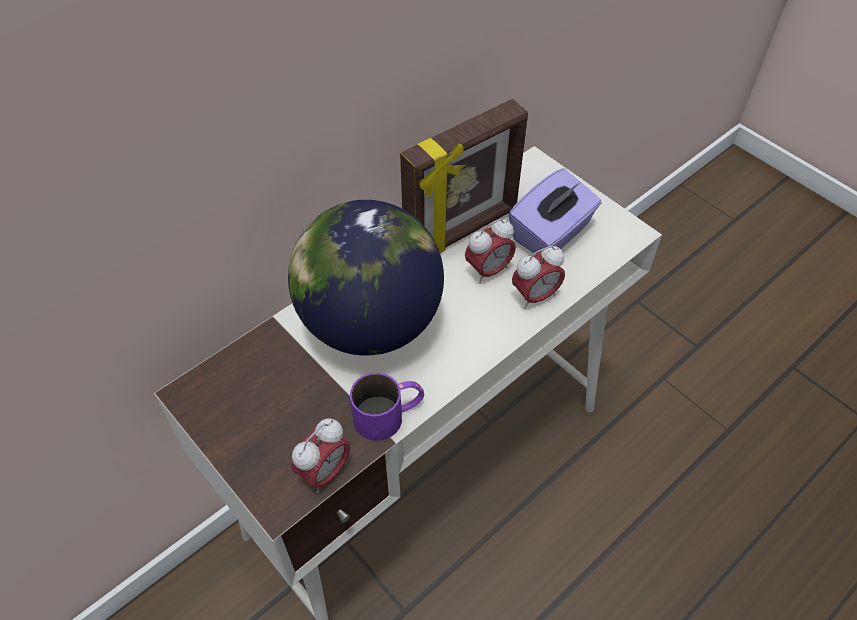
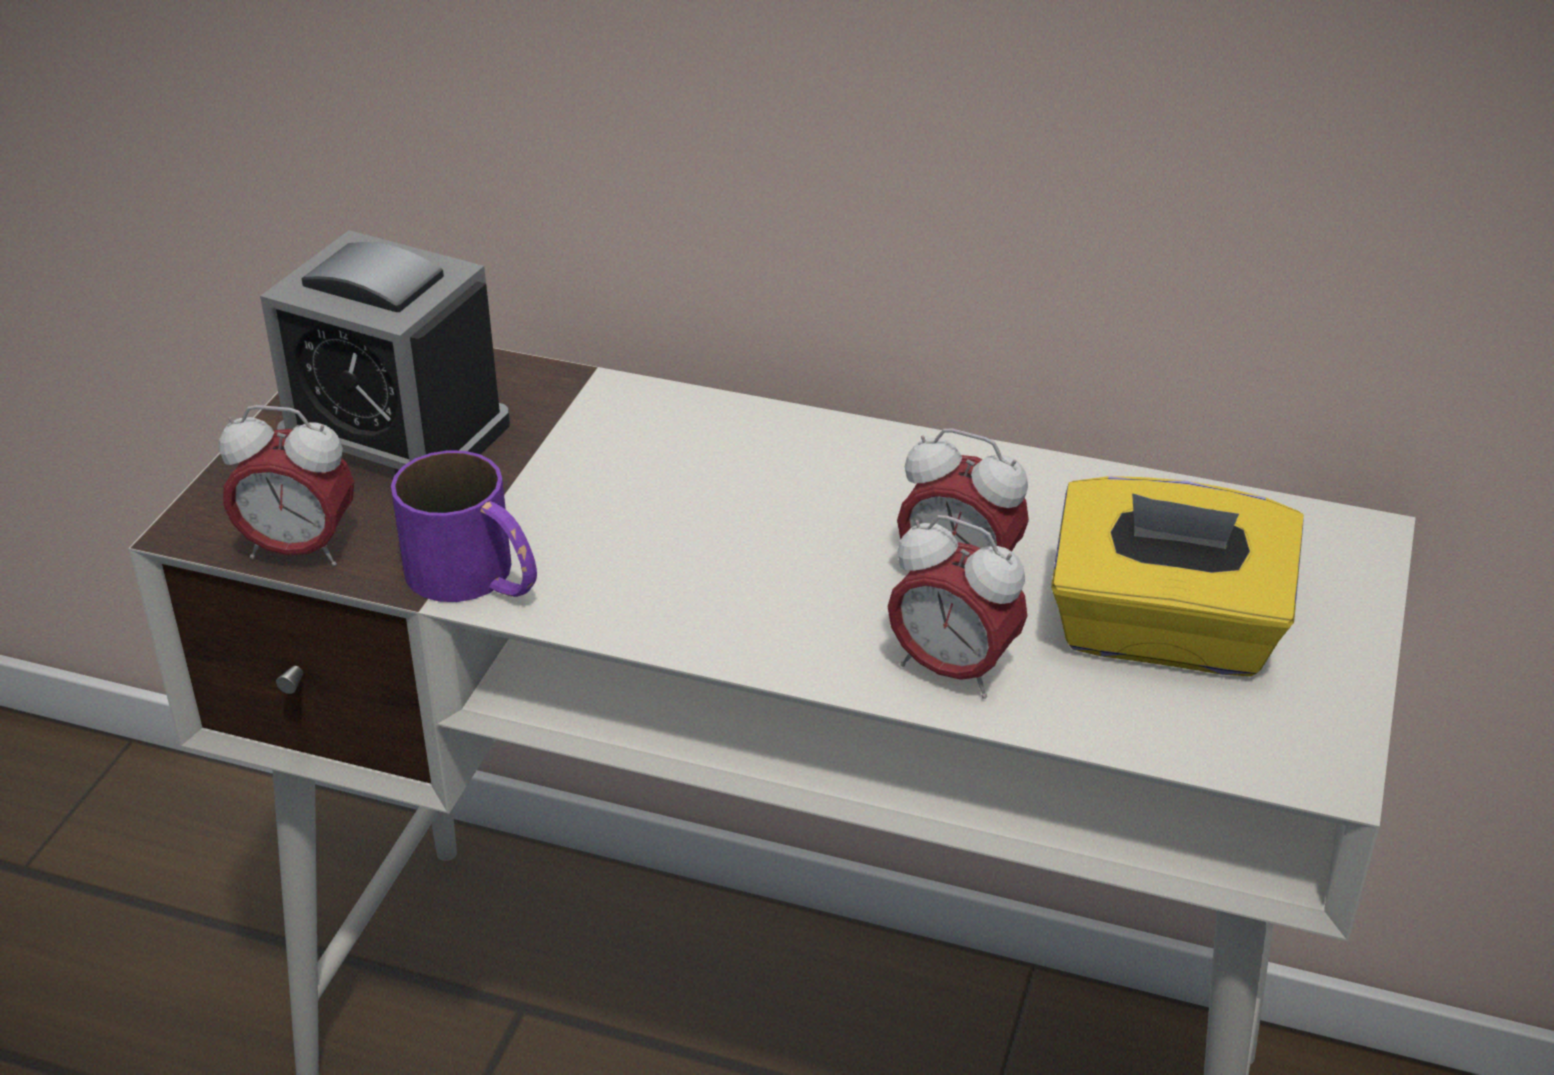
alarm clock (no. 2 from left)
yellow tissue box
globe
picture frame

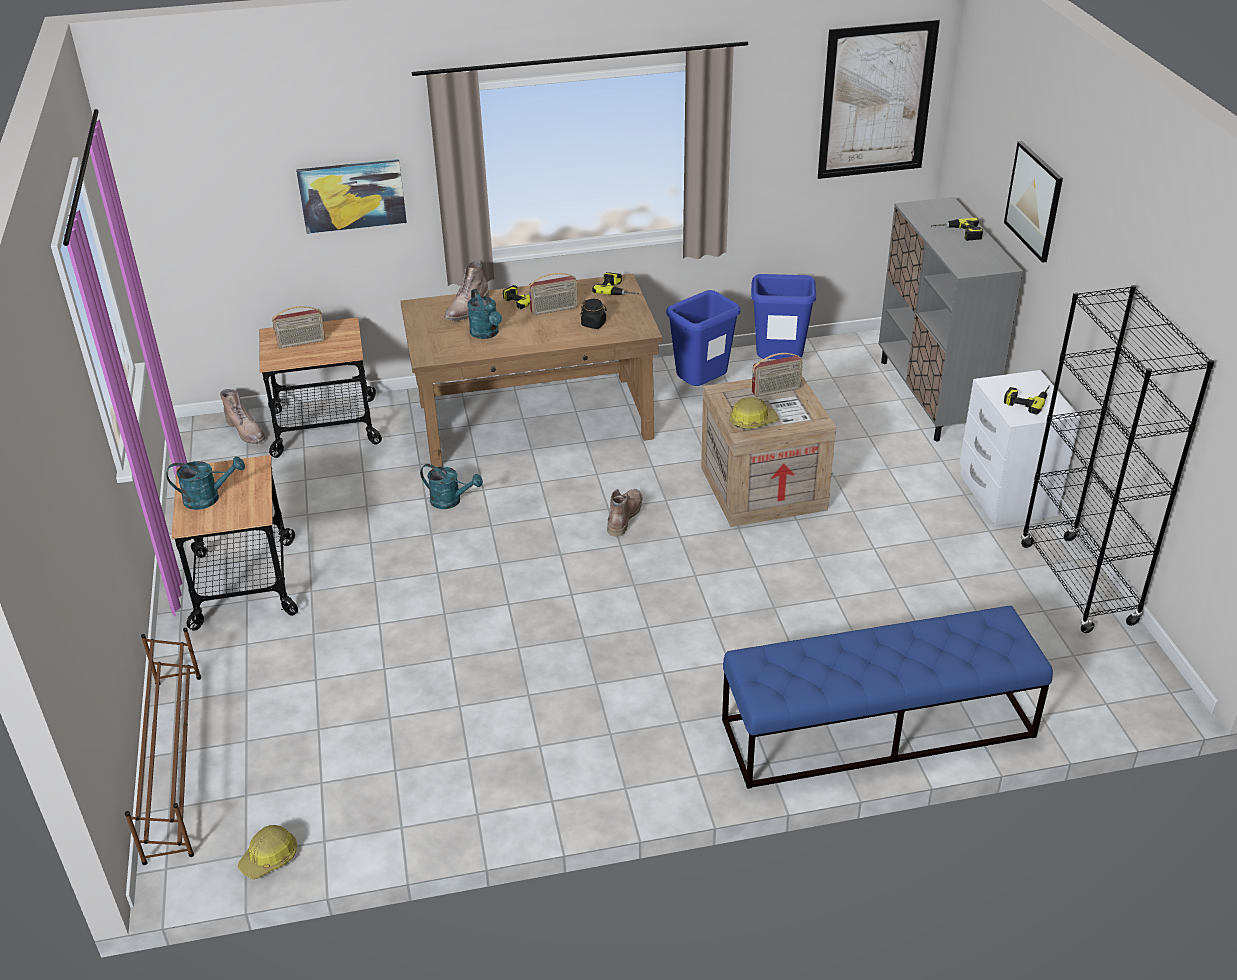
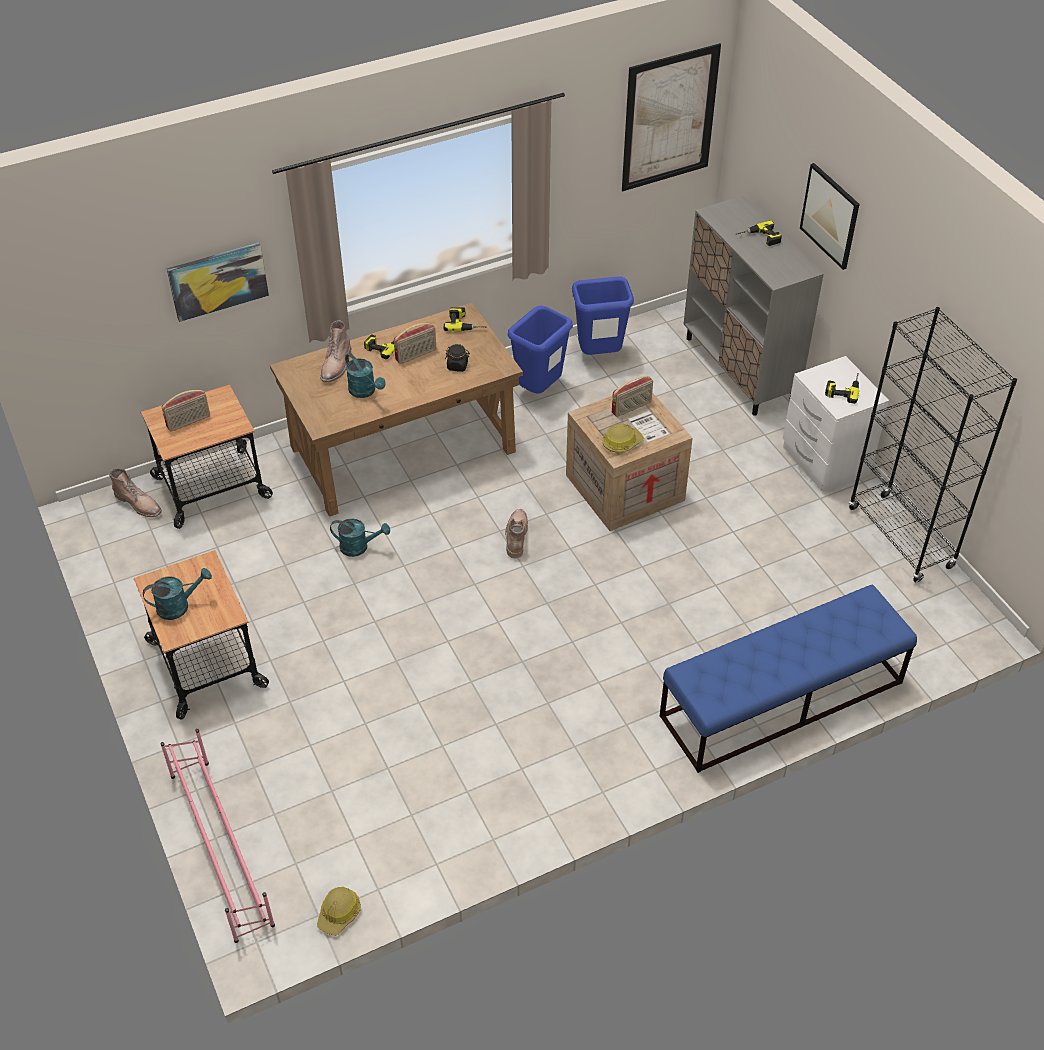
pink shoe rack

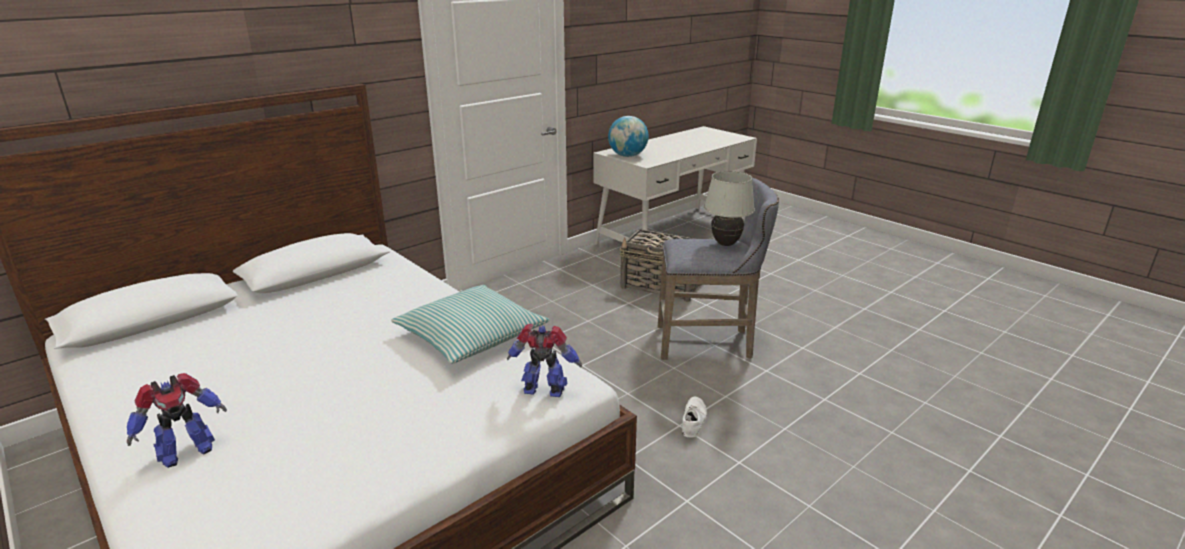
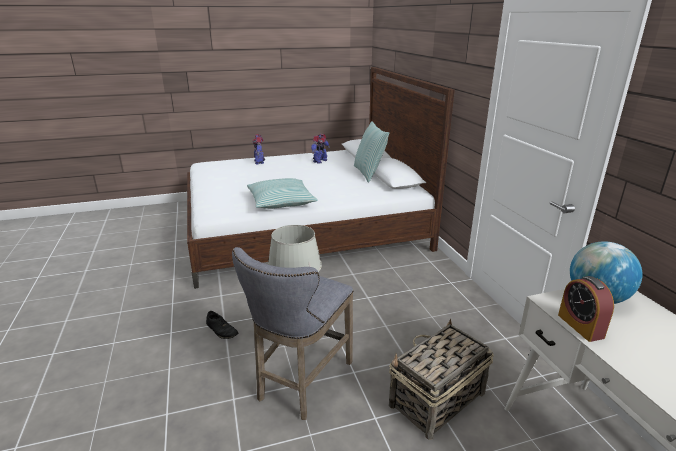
black shoe
toy robot (no. 2 from left)
pillow (no. 2 from left)
alarm clock

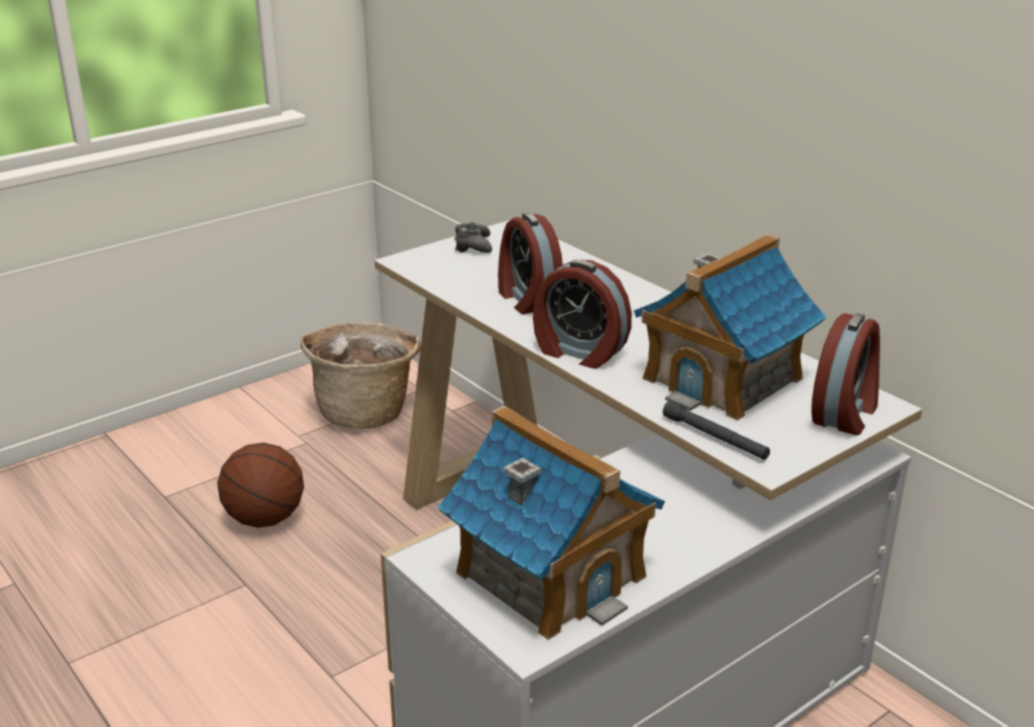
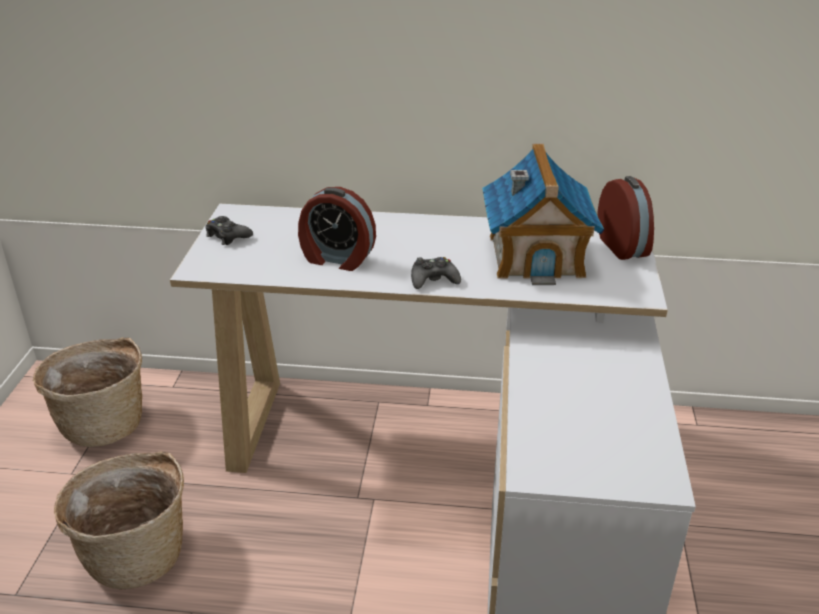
basket (no. 2 from left)
black game controller (no. 2 from left)
toy house (no. 1 from left in the first image)
black flashlight

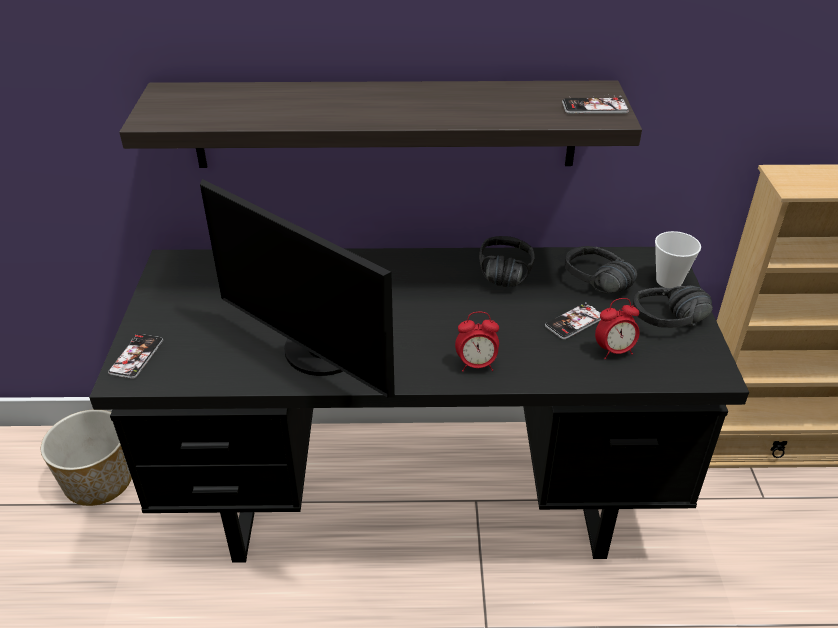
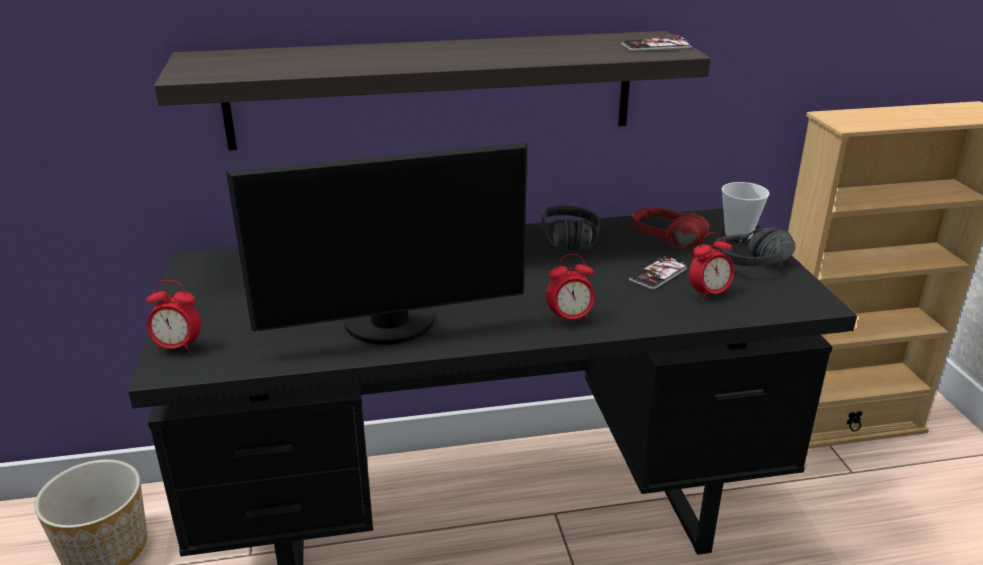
alarm clock (no. 1 from left)
monitor
red headphones

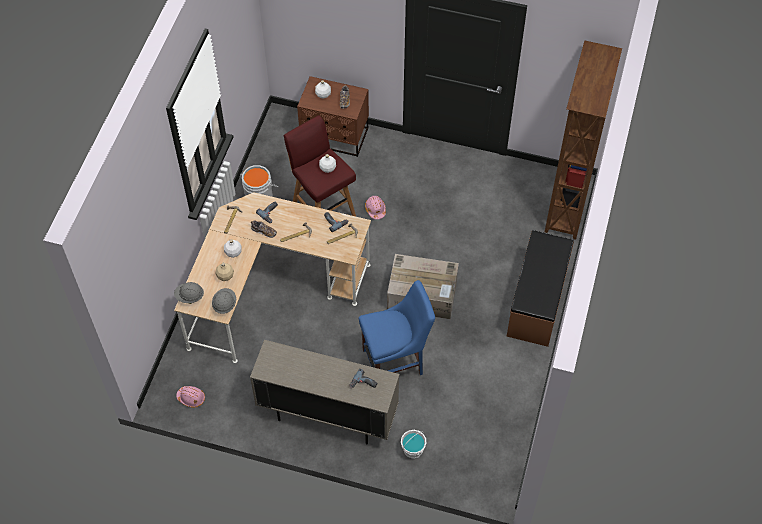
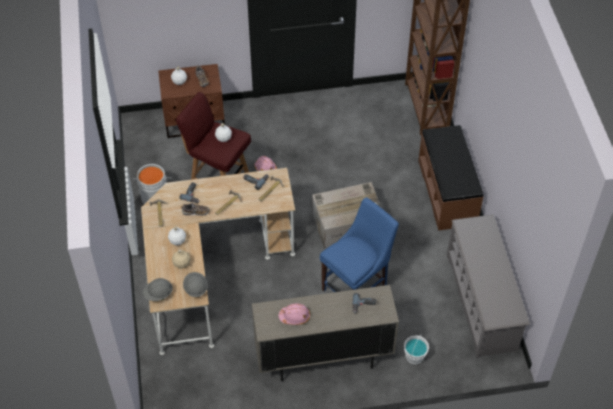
pink hard hat (no. 2 from left)
grey shoe rack

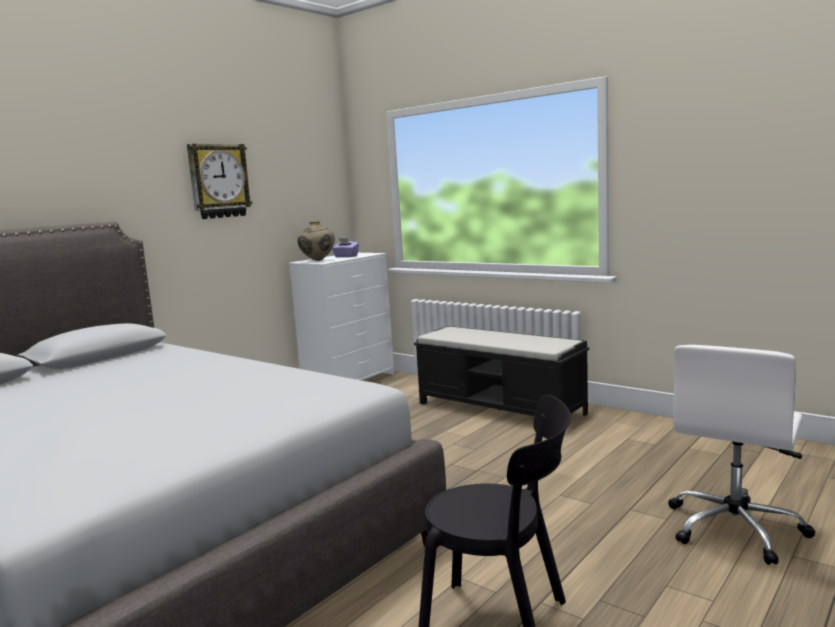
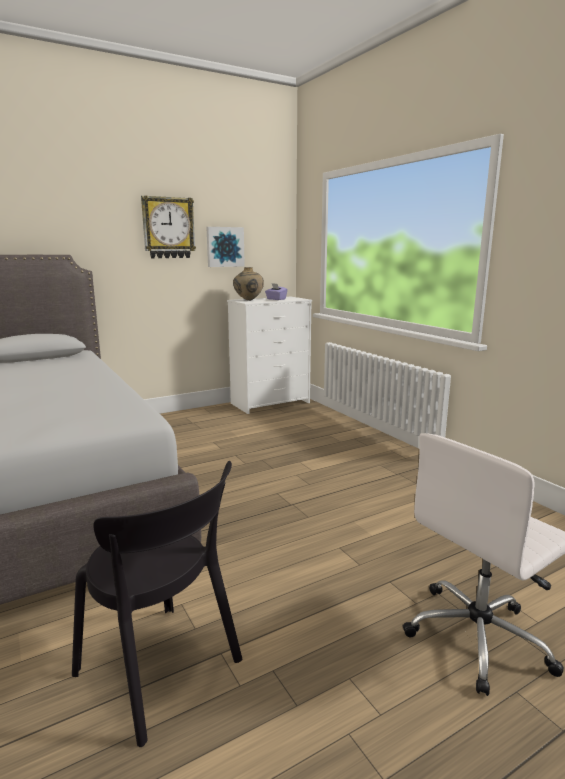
picture
black bench

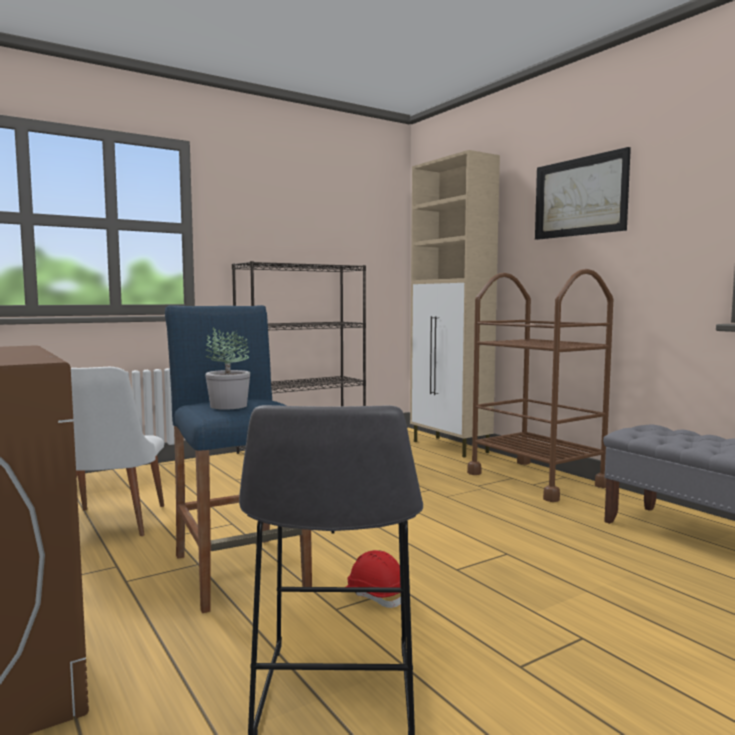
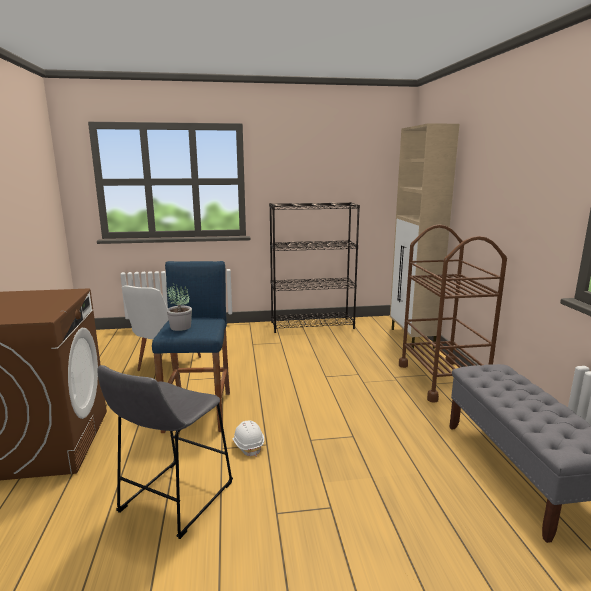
white hard hat
picture

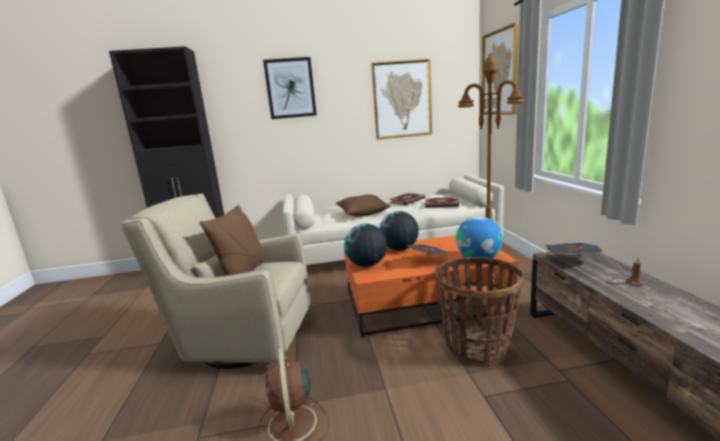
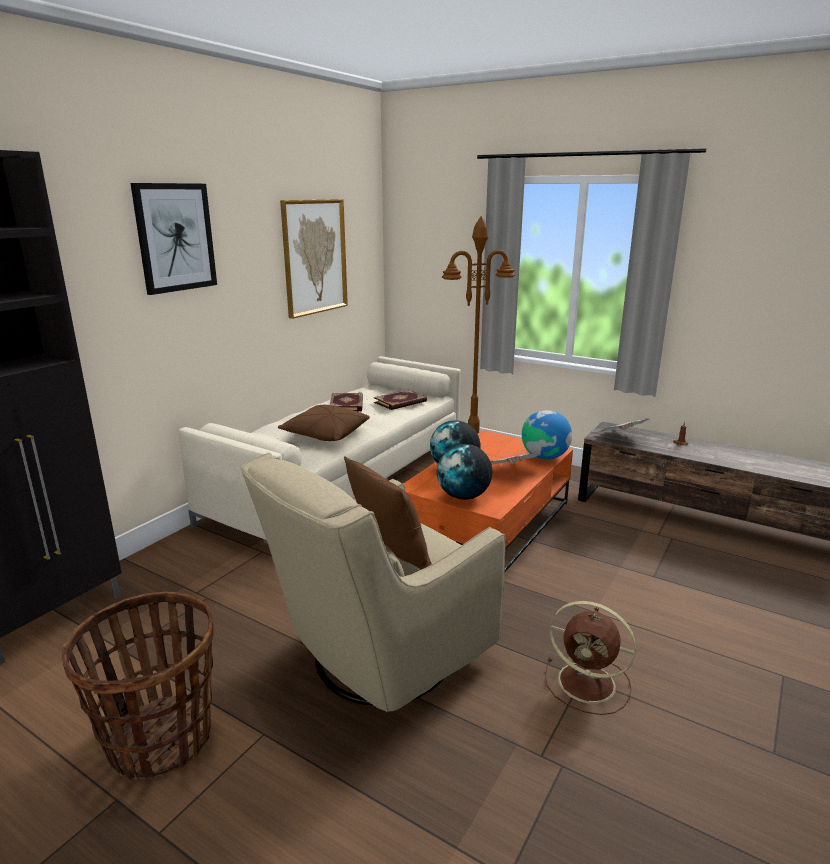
basket
picture (no. 3 from left in the first image)

